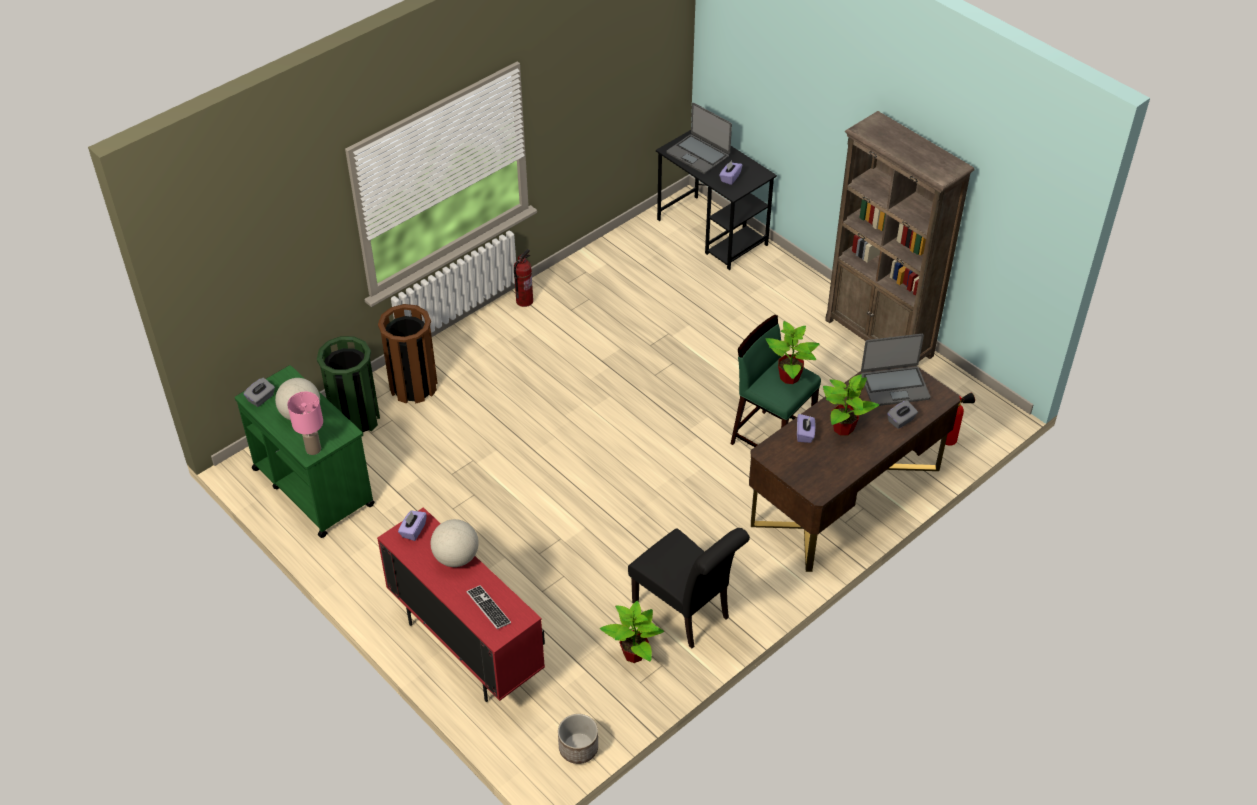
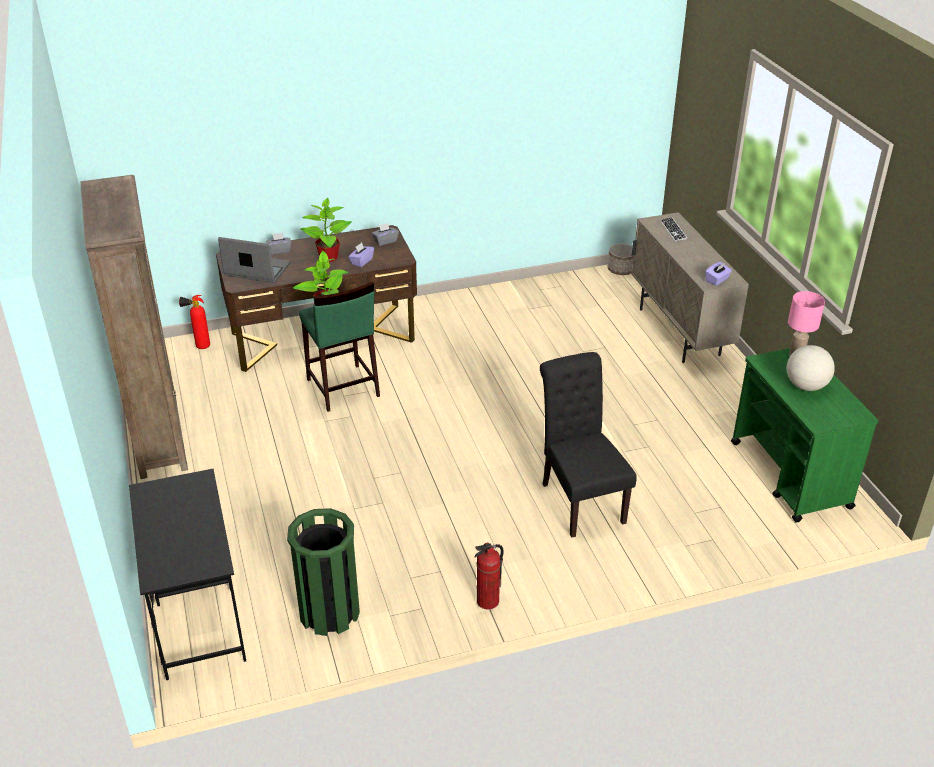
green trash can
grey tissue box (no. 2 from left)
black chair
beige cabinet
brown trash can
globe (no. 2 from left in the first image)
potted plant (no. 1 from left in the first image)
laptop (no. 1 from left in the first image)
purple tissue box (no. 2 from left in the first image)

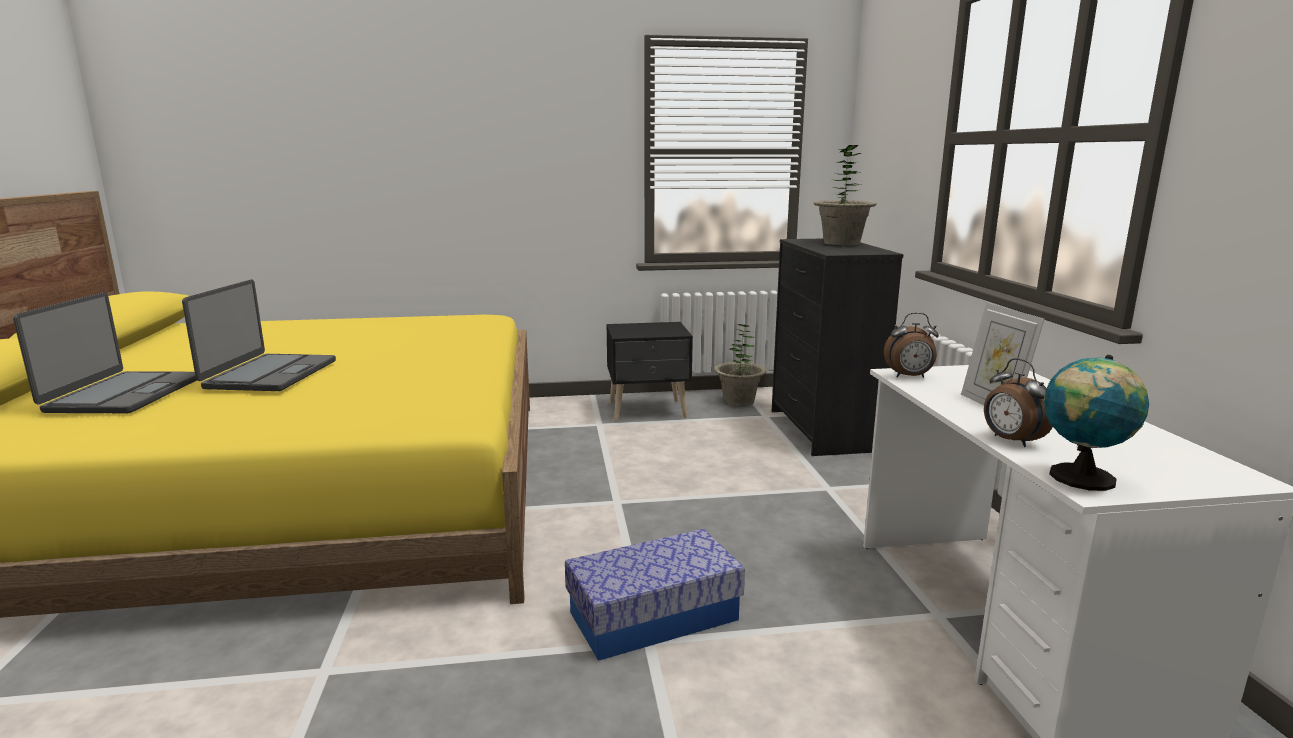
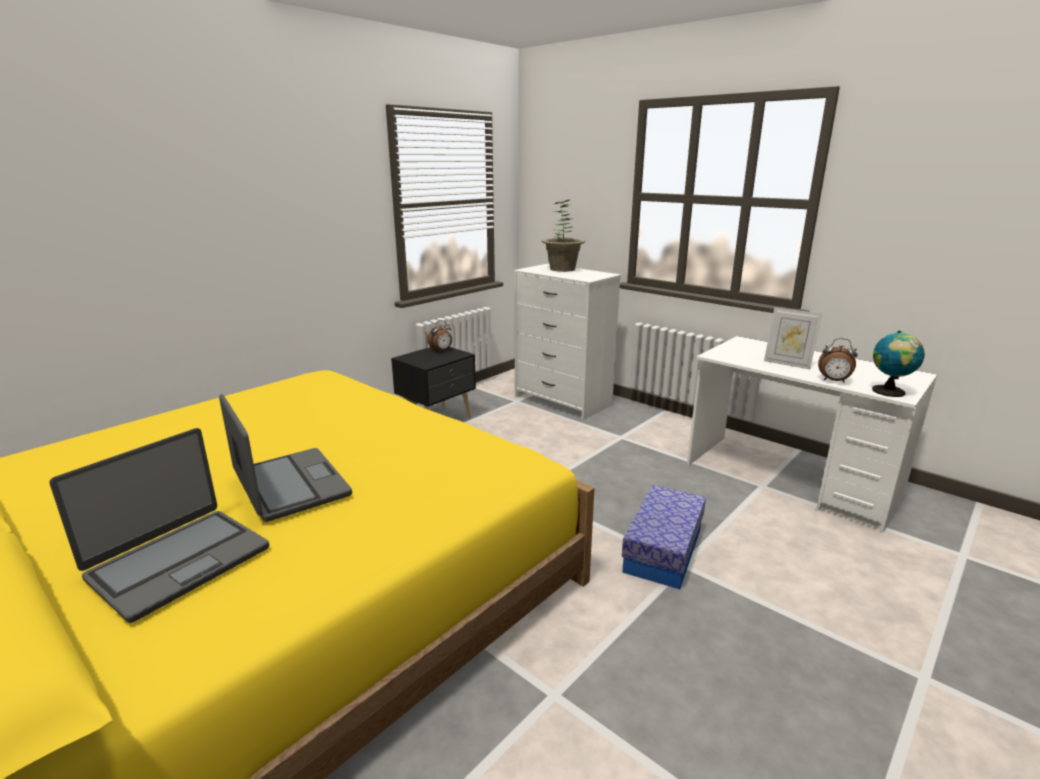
laptop (no. 1 from left)
alarm clock (no. 1 from left)
white dresser
potted plant (no. 1 from left in the first image)

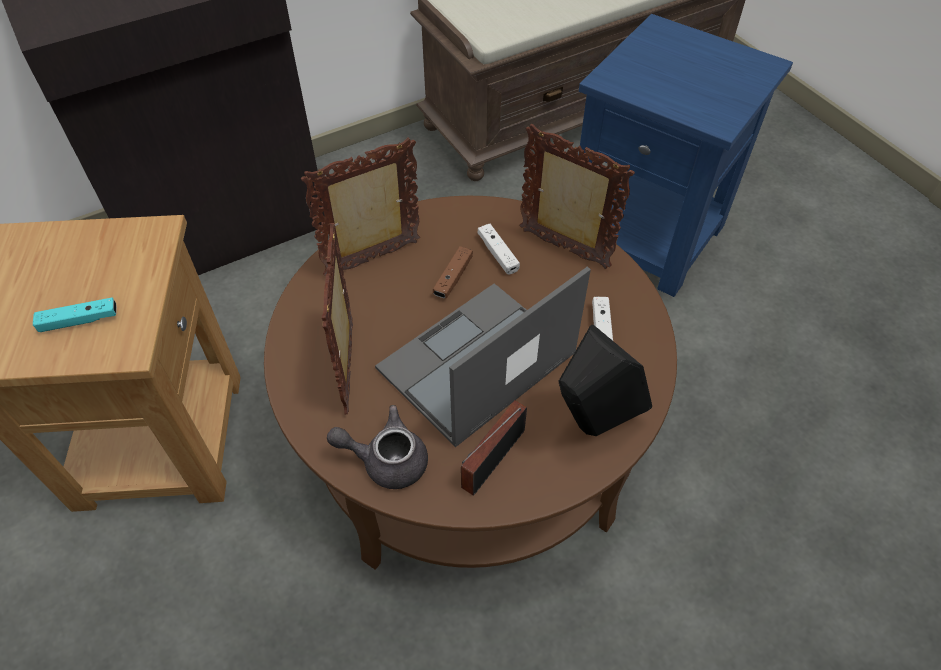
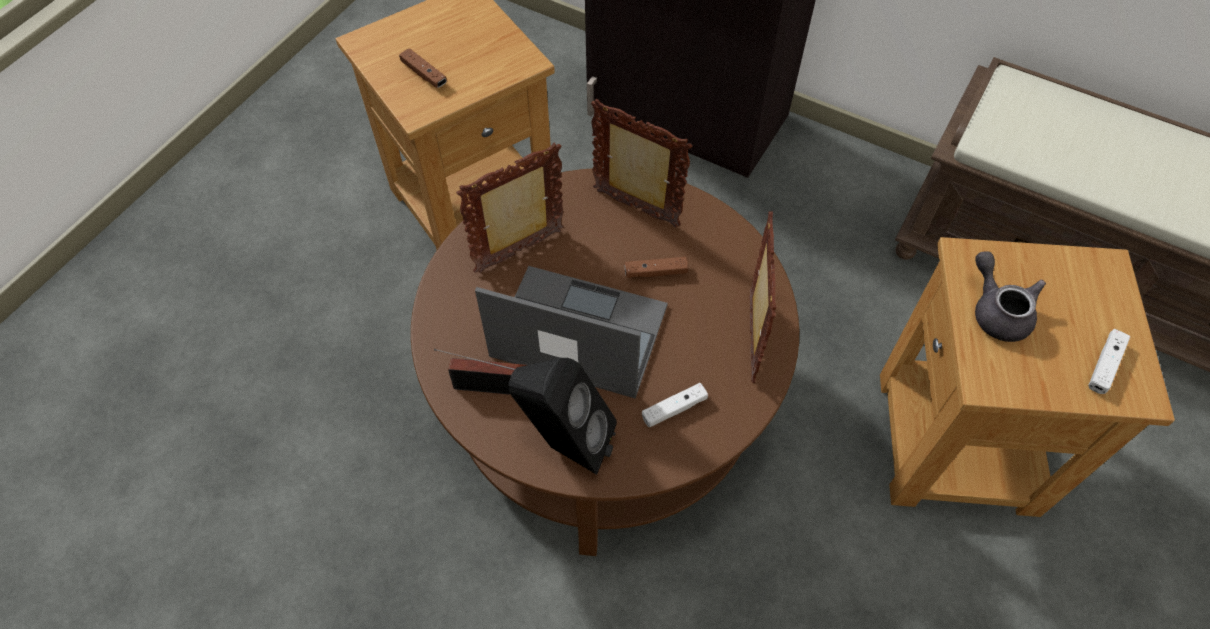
brown game controller (no. 1 from left)
brown side table (no. 2 from left)
grey teapot
white game controller (no. 2 from left)

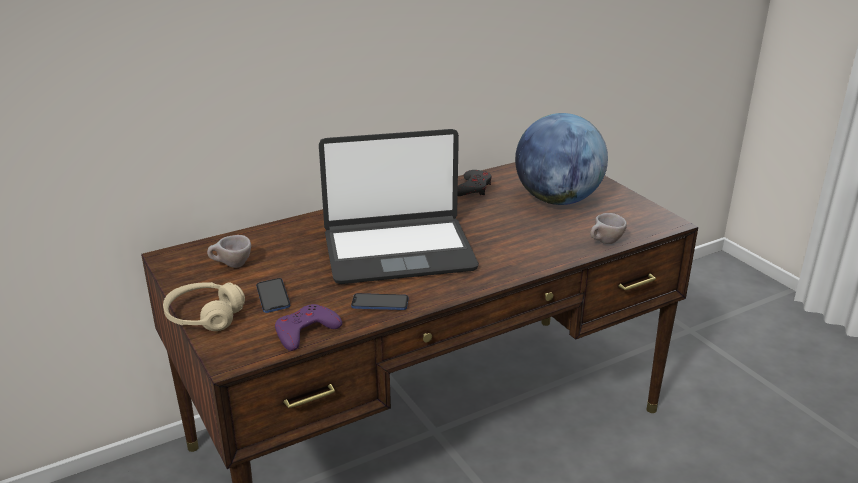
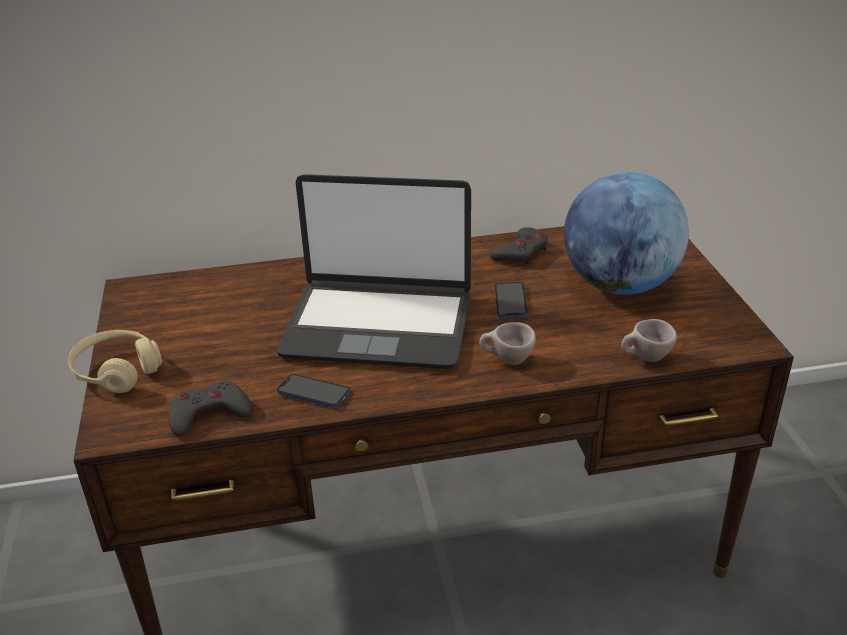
grey game controller (no. 1 from left)
beige cup (no. 1 from left)
phone (no. 2 from left)

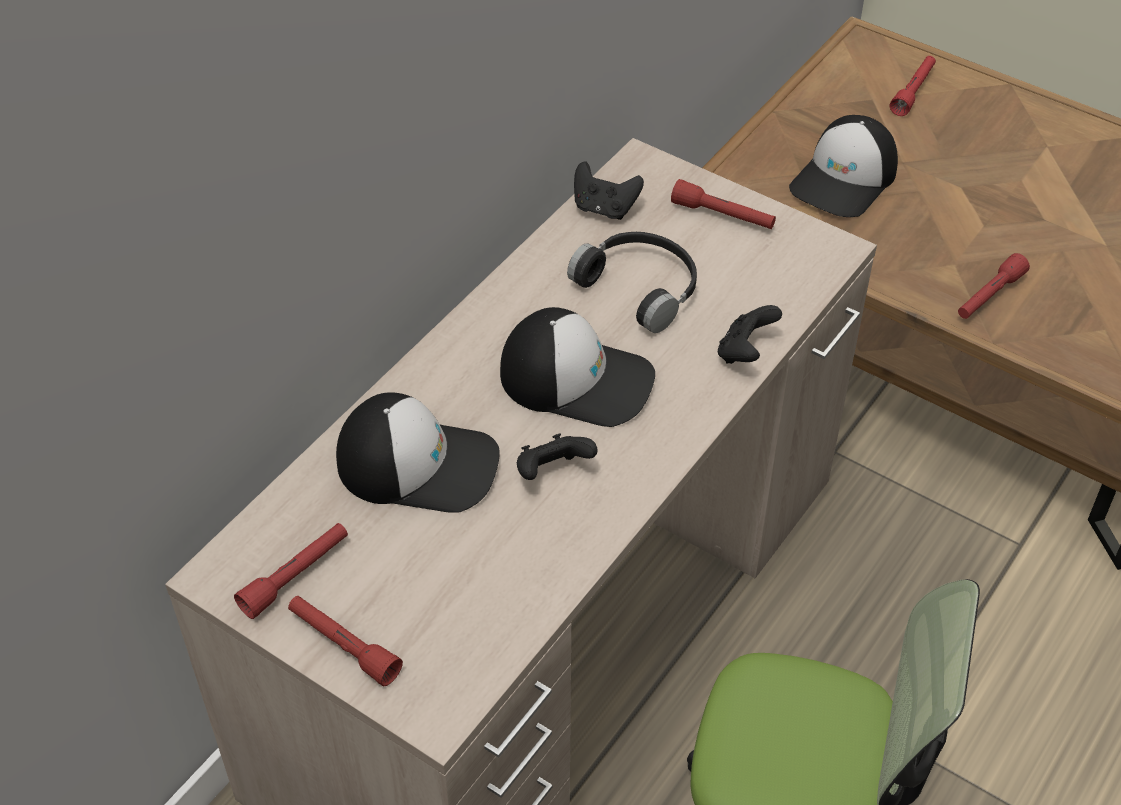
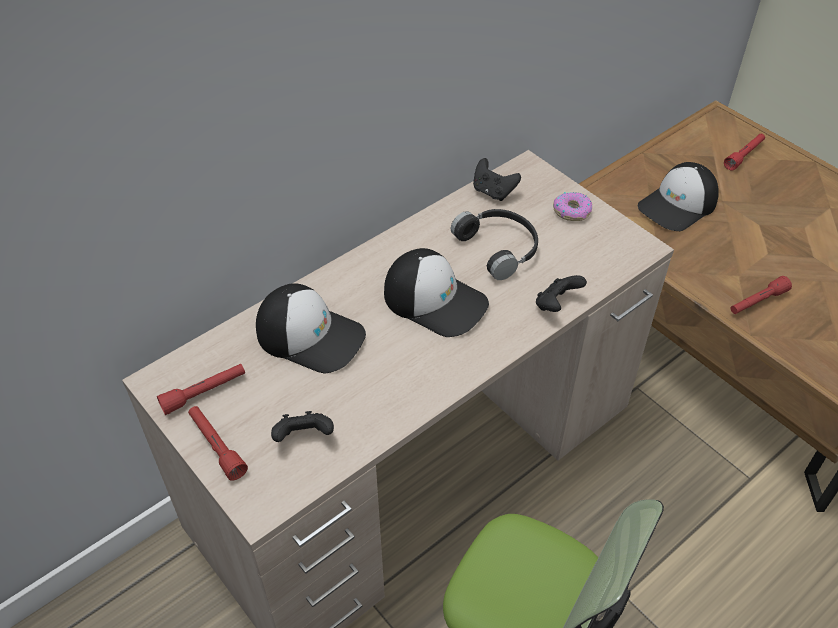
black game controller (no. 1 from left)
donut

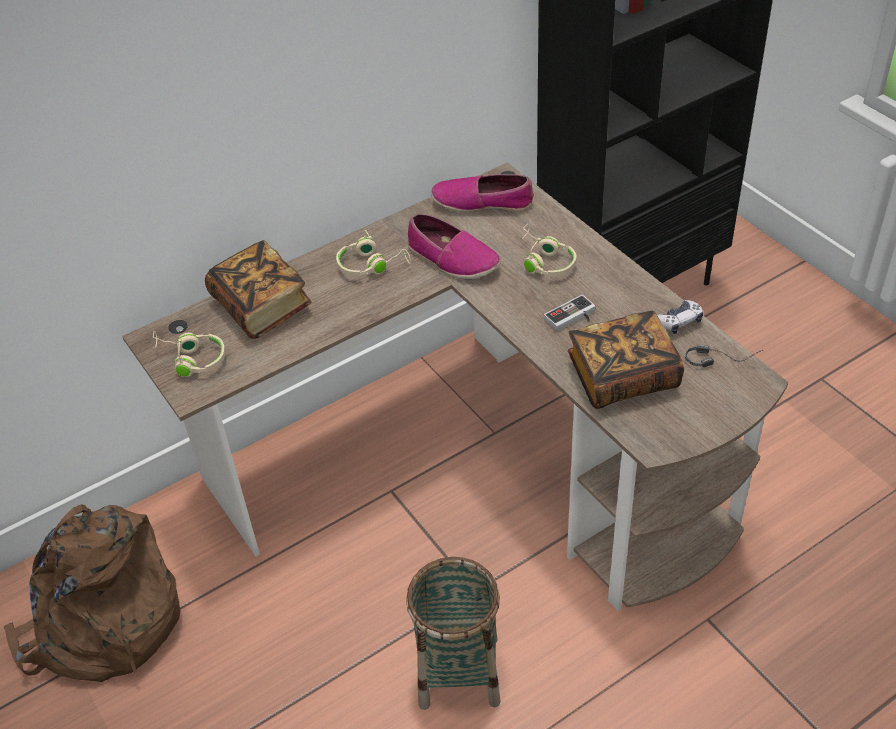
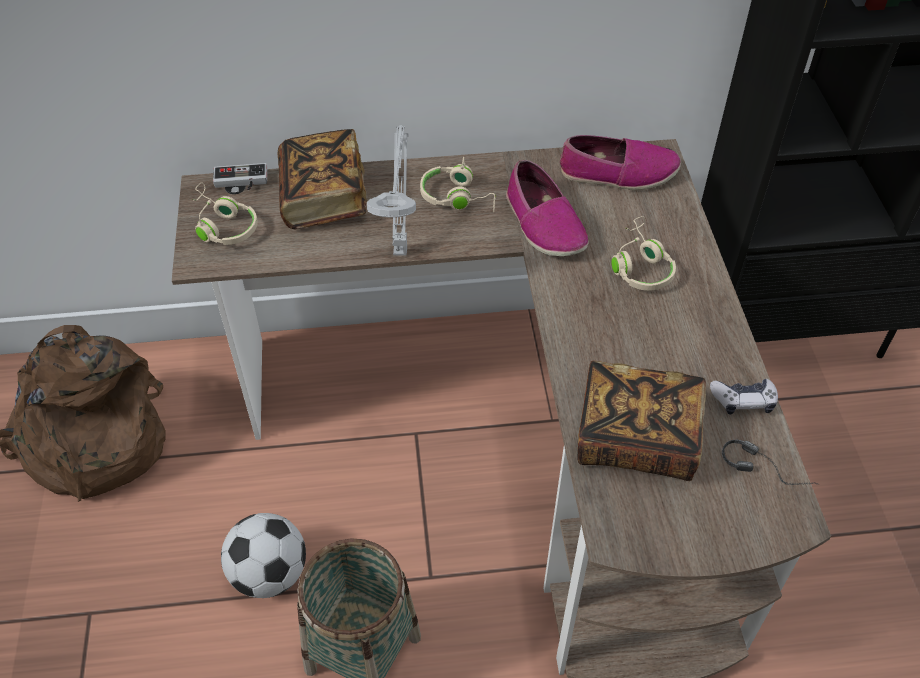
game controller (no. 1 from left)
football
grey table lamp
shoe (no. 2 from left)

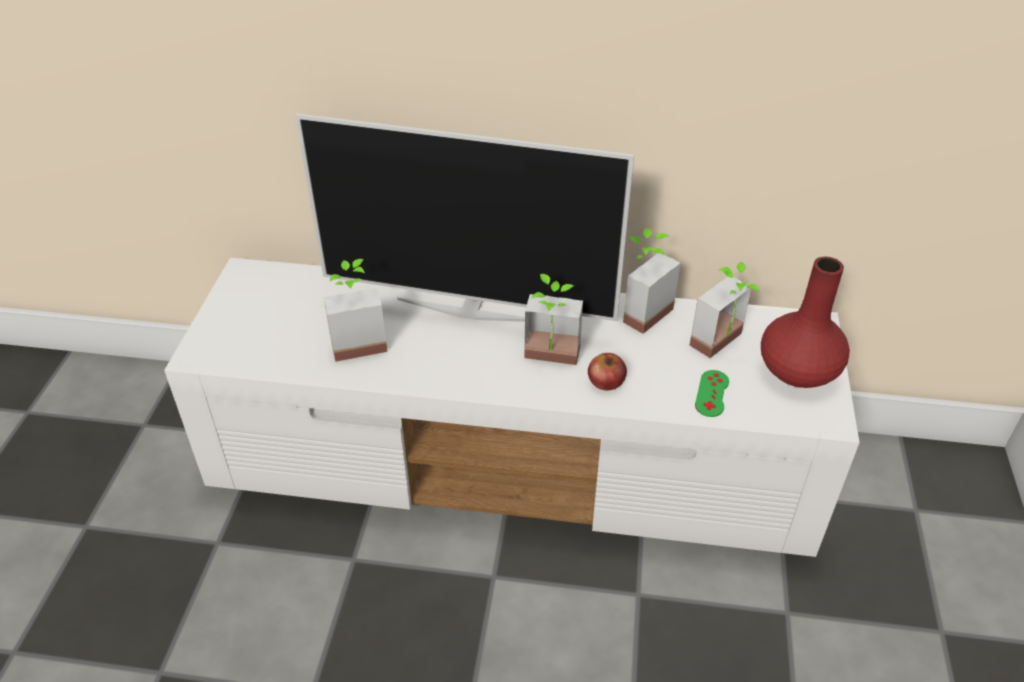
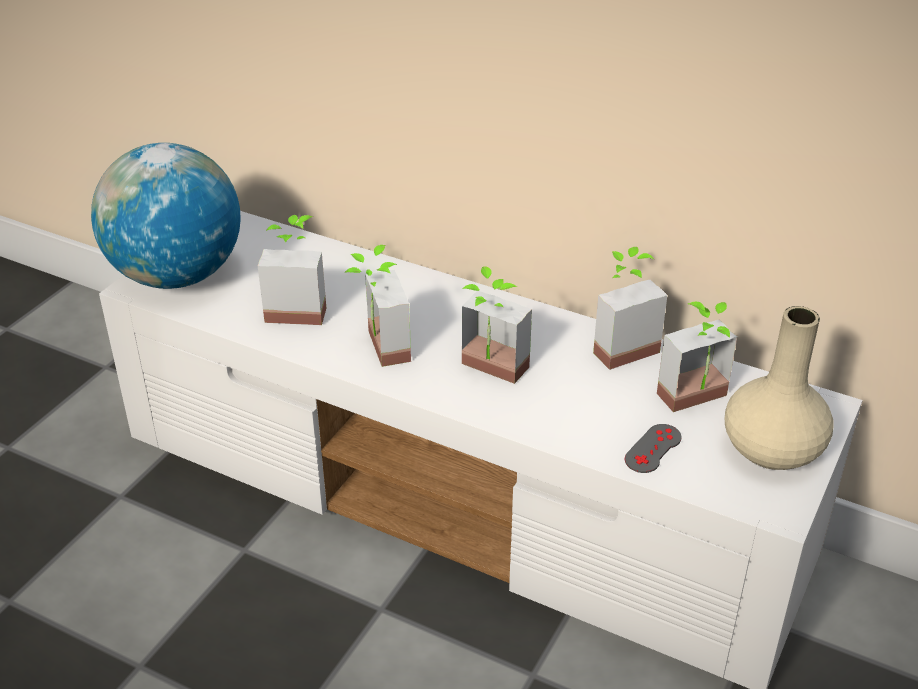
globe
potted plant (no. 2 from left)
grey game controller
beige vase
television
apple

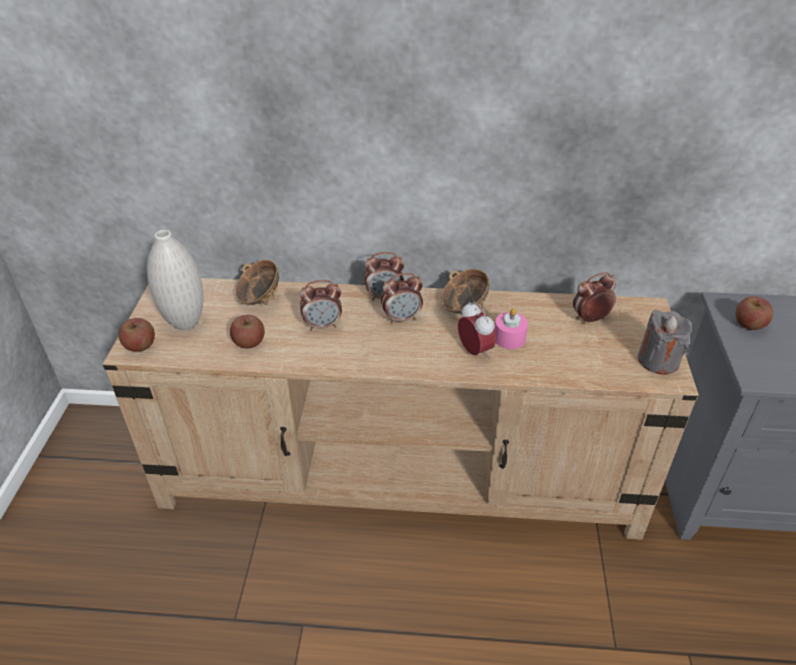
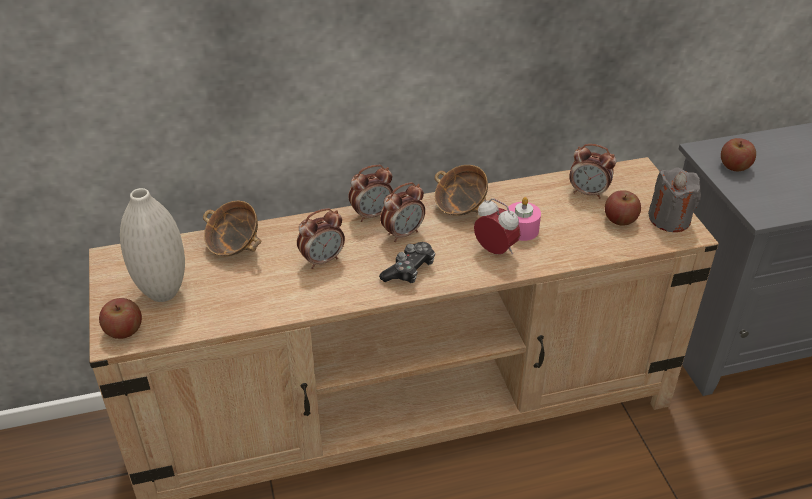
game controller
alarm clock (no. 5 from left)
apple (no. 2 from left)

